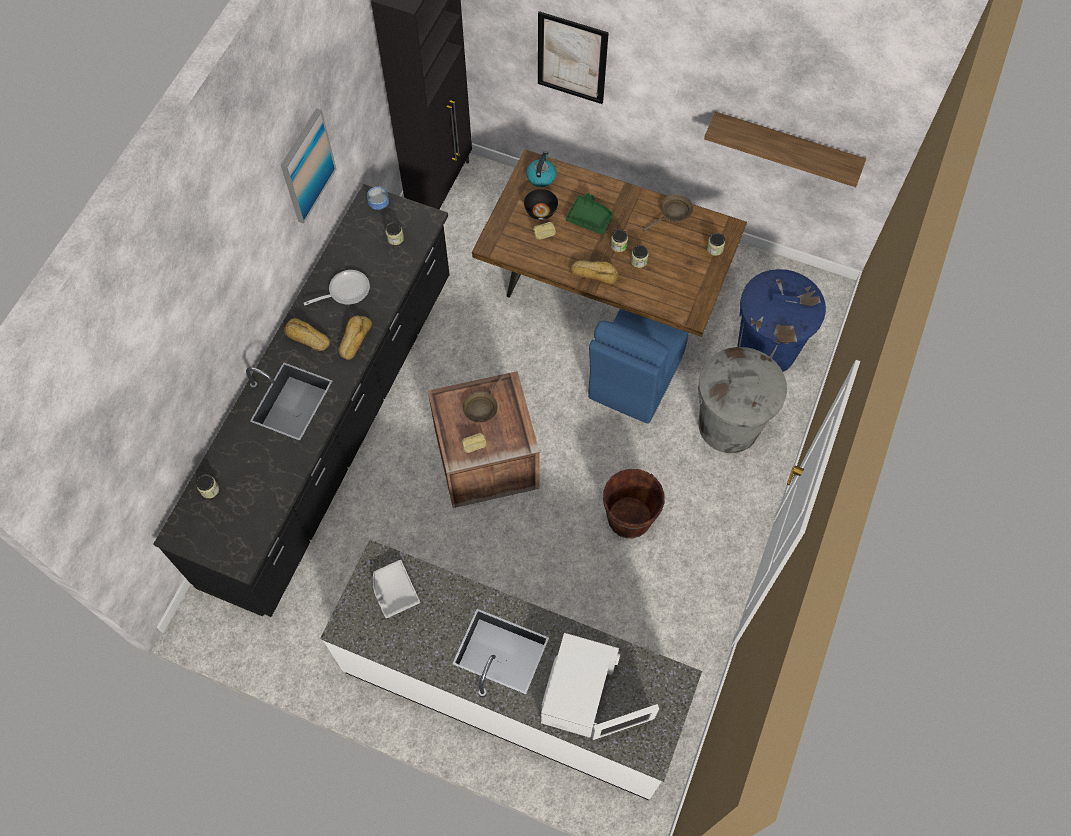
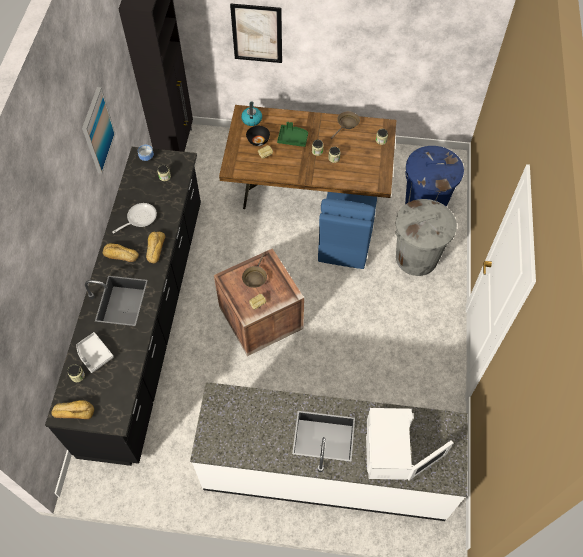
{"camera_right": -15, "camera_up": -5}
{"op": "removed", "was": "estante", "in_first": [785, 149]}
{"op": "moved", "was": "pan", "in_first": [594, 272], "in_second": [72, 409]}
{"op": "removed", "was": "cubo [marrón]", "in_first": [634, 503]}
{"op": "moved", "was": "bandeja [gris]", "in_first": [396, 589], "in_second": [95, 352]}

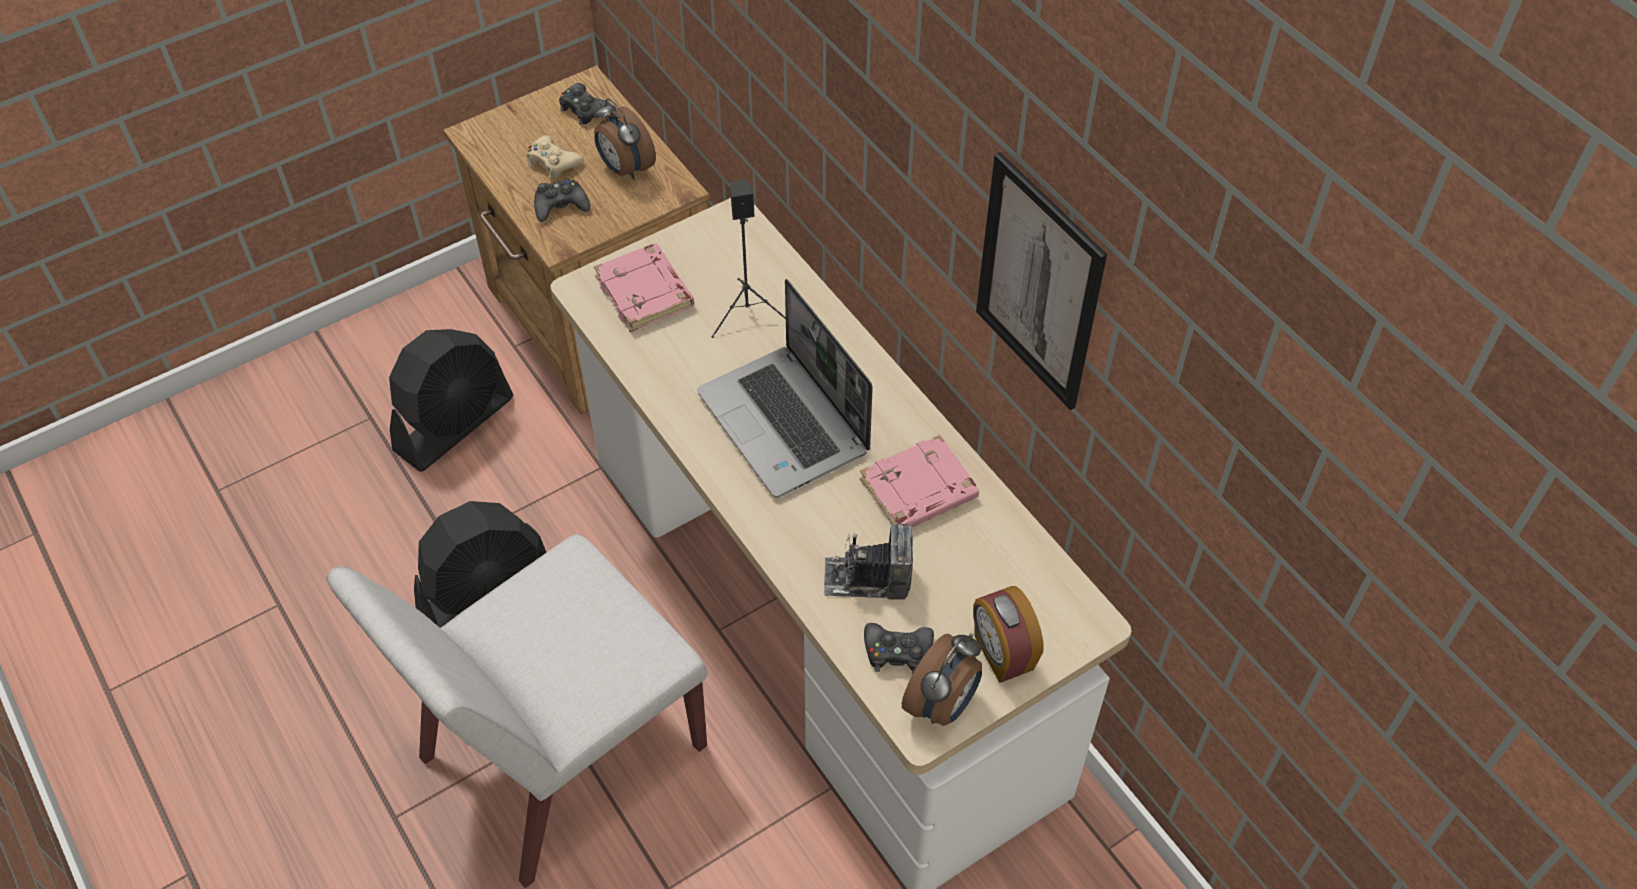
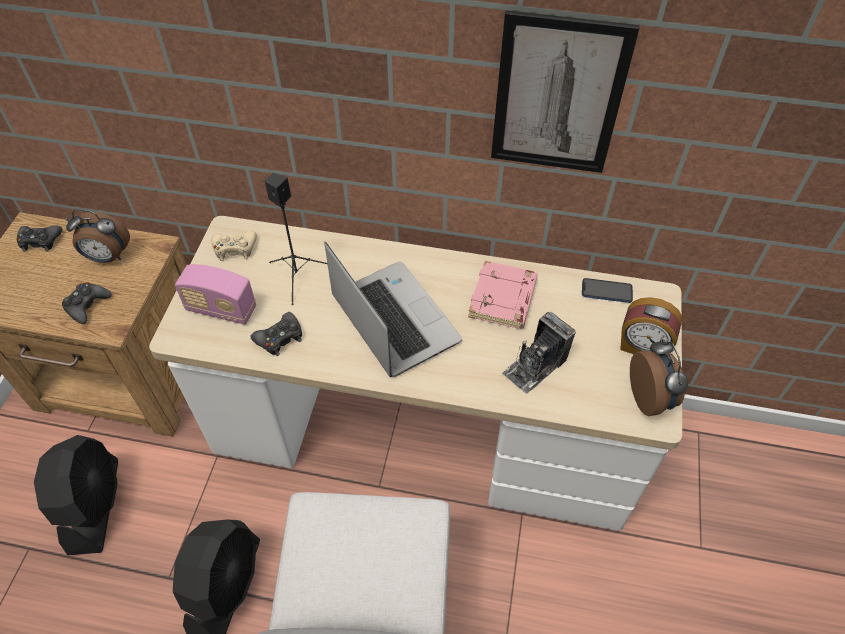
{"camera_right": -45, "camera_up": 0}
{"op": "moved", "was": "mando de consola [beis]", "in_first": [554, 157], "in_second": [234, 246]}
{"op": "replaced", "was": "libro [rosa]", "now": "radio", "in_first": [644, 288], "in_second": [215, 294]}
{"op": "turned", "was": "portátil", "in_first": [785, 388], "in_second": [393, 309], "clockwise": -135}
{"op": "moved", "was": "mando de consola [negro]", "in_first": [899, 648], "in_second": [276, 334]}
{"op": "added", "now": "móvil", "in_second": [607, 290]}

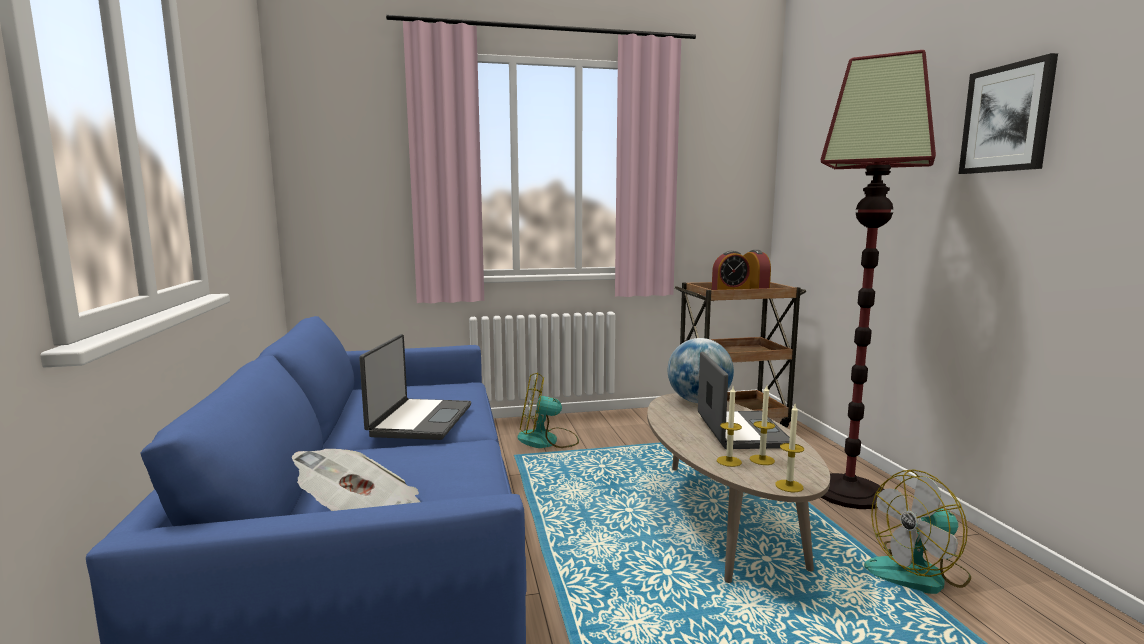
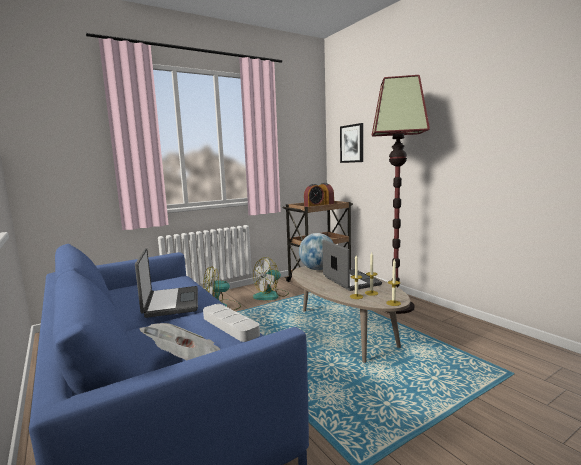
{"camera_right": -20, "camera_up": 0}
{"op": "moved", "was": "cuadro", "in_first": [1008, 113], "in_second": [351, 143]}
{"op": "moved", "was": "ventilador", "in_first": [917, 531], "in_second": [271, 278]}
{"op": "added", "now": "bandeja [gris]", "in_second": [231, 323]}

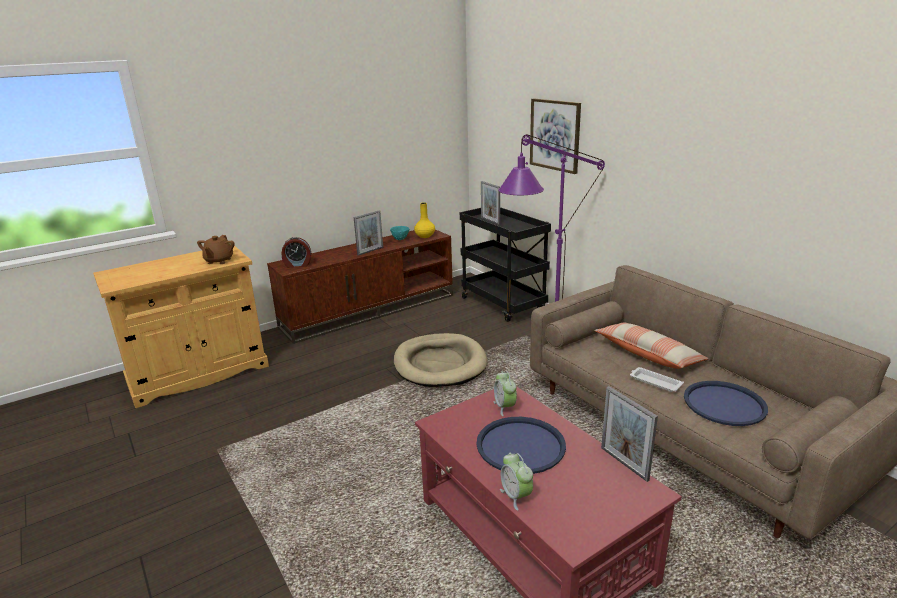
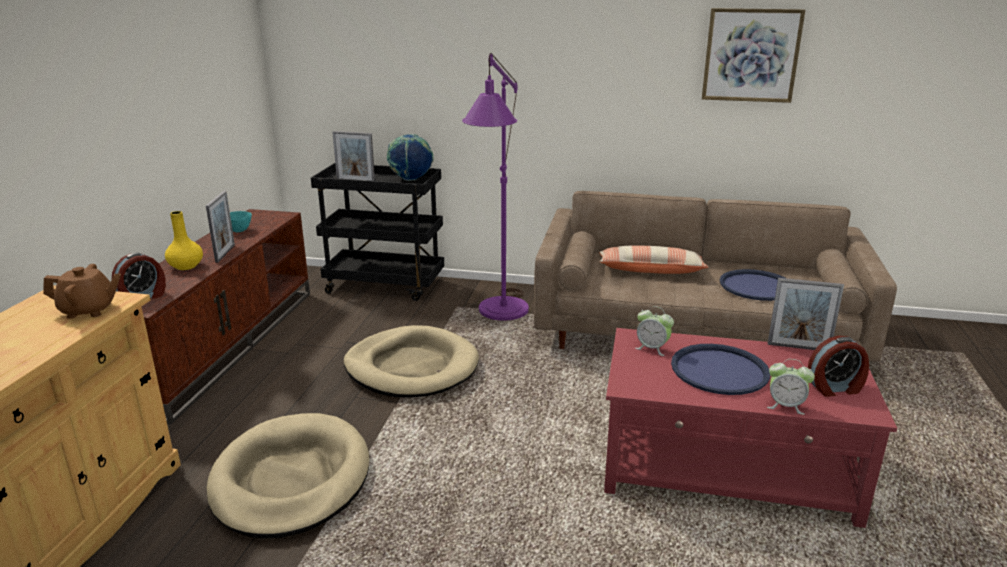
{"camera_right": -45, "camera_up": 0}
{"op": "moved", "was": "cuadro", "in_first": [555, 136], "in_second": [753, 55]}
{"op": "moved", "was": "florero [amarillo]", "in_first": [424, 220], "in_second": [184, 240]}
{"op": "turned", "was": "tetera [marrón]", "in_first": [216, 249], "in_second": [82, 291], "clockwise": -60}
{"op": "removed", "was": "bandeja [blanco]", "in_first": [657, 379]}
{"op": "added", "now": "globo terráqueo", "in_second": [410, 157]}
{"op": "added", "now": "despertador", "in_second": [838, 366]}
{"op": "added", "now": "cama para perro [beis]", "in_second": [288, 476]}

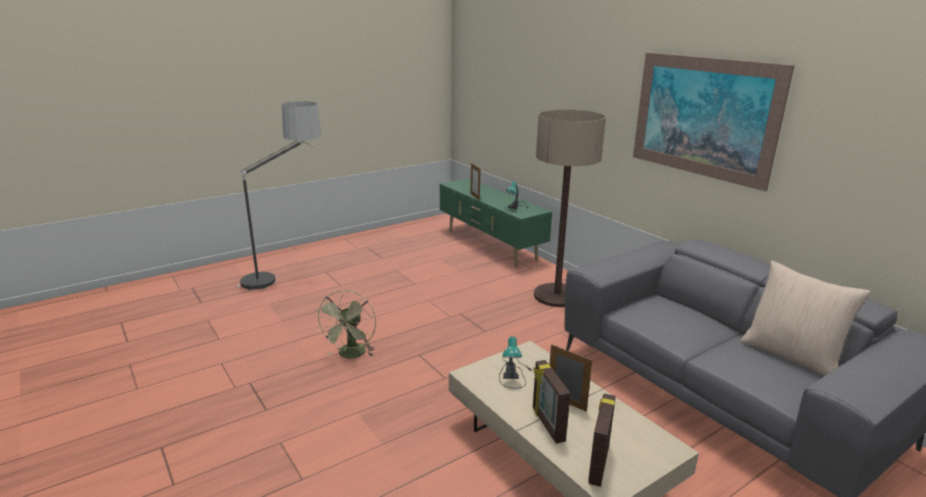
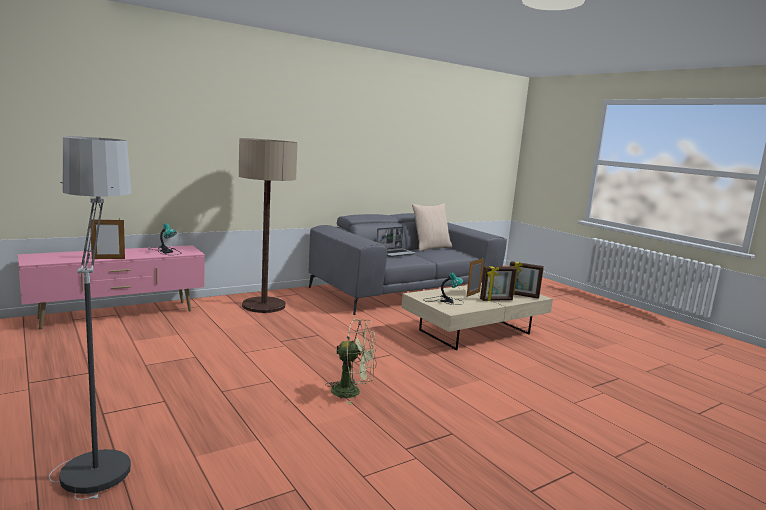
{"camera_right": -90, "camera_up": -10}
{"op": "removed", "was": "cuadro", "in_first": [714, 121]}
{"op": "recoloured", "was": "mueble de televisión [verde]", "now": "mueble de televisión [rosa]", "in_first": [496, 222], "in_second": [111, 287]}
{"op": "added", "now": "portátil", "in_second": [396, 242]}

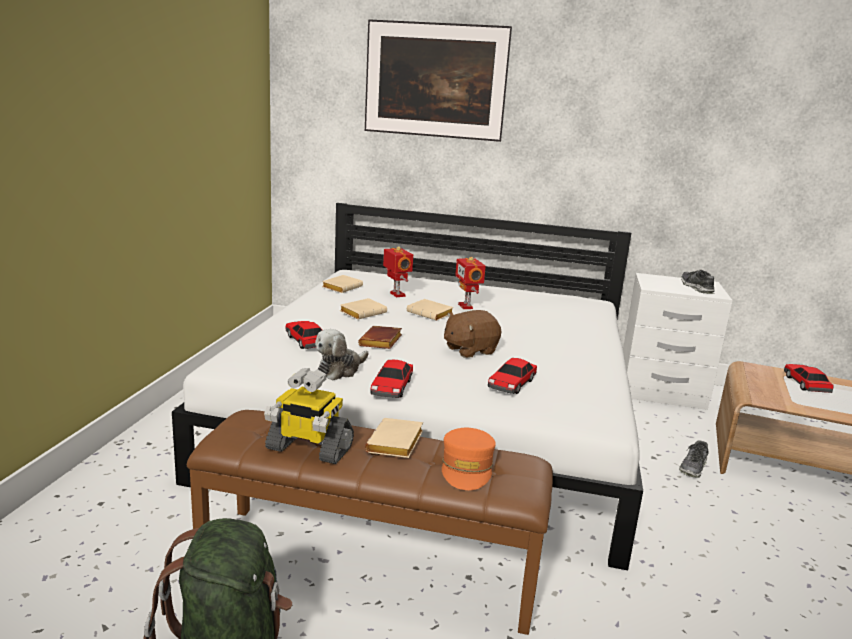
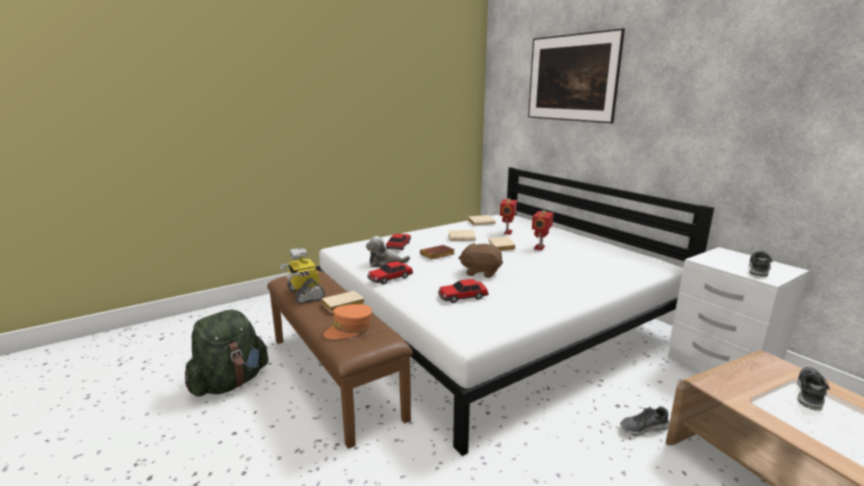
{"camera_right": 45, "camera_up": 0}
{"op": "replaced", "was": "coche de juguete", "now": "zapato", "in_first": [809, 378], "in_second": [813, 389]}

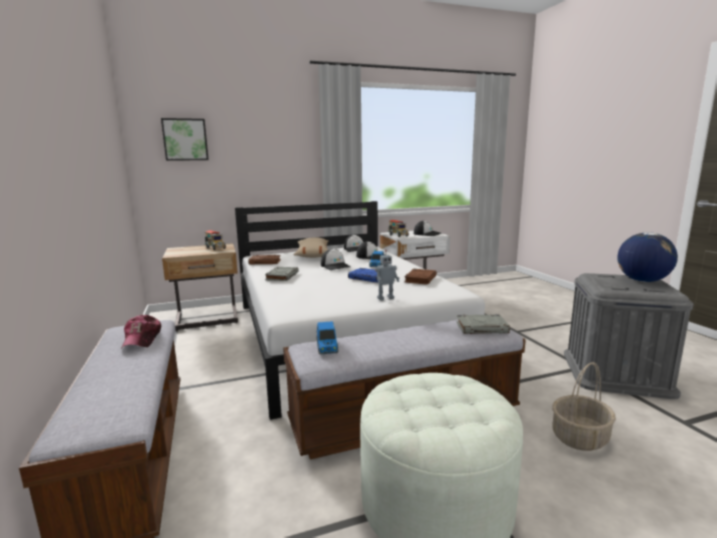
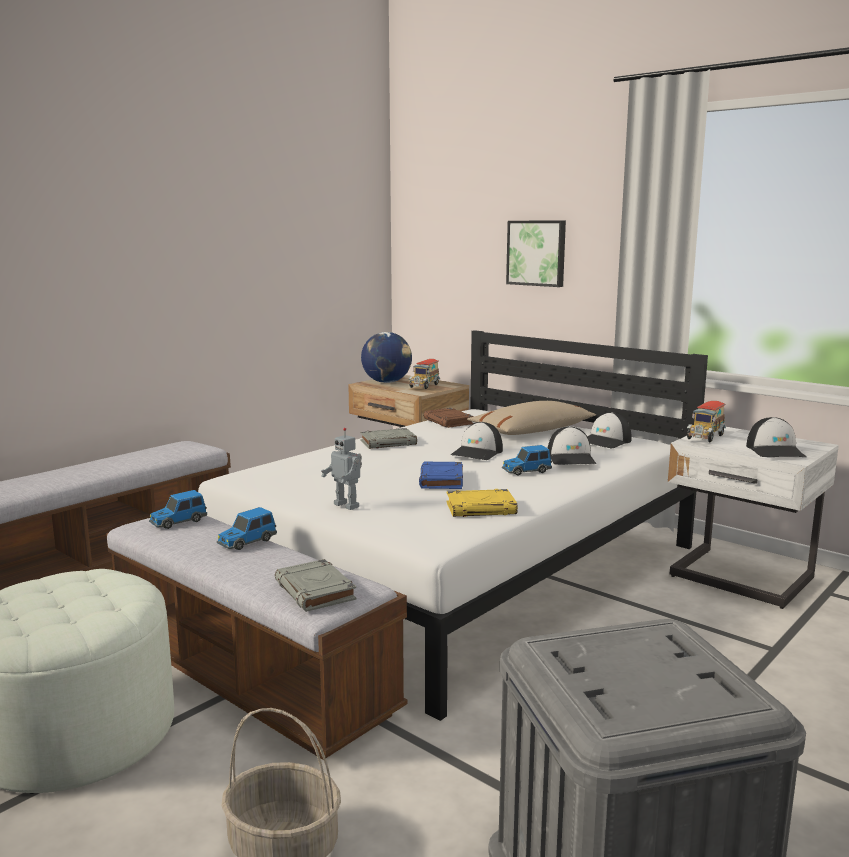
{"camera_right": 60, "camera_up": 0}
{"op": "moved", "was": "cuadro", "in_first": [185, 139], "in_second": [536, 254]}
{"op": "moved", "was": "globo terráqueo", "in_first": [647, 257], "in_second": [386, 357]}
{"op": "recoloured", "was": "libro [marrón]", "now": "libro [amarillo]", "in_first": [420, 277], "in_second": [482, 503]}
{"op": "removed", "was": "gorra", "in_first": [141, 331]}
{"op": "added", "now": "coche de juguete", "in_second": [247, 528]}

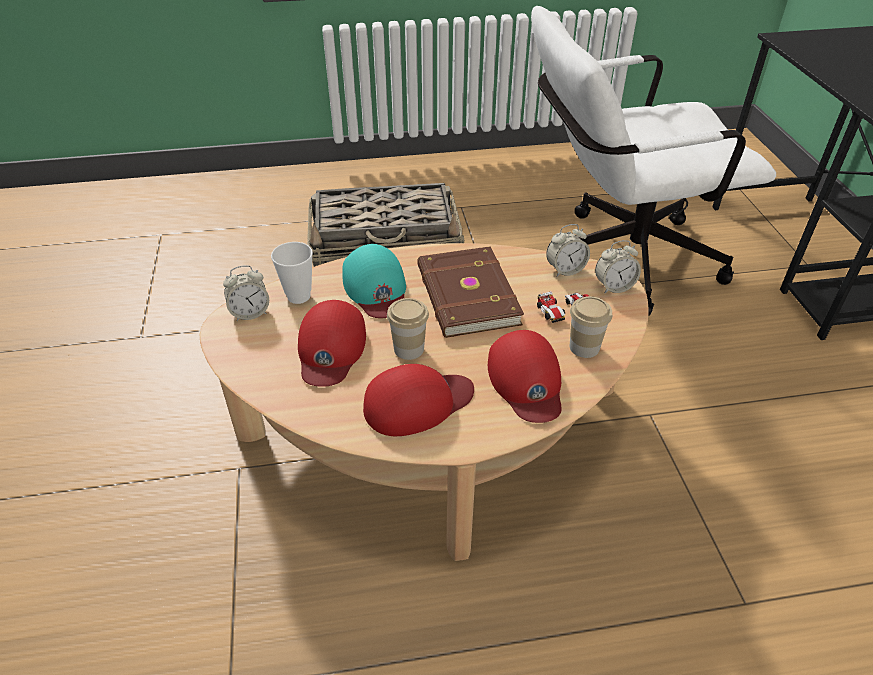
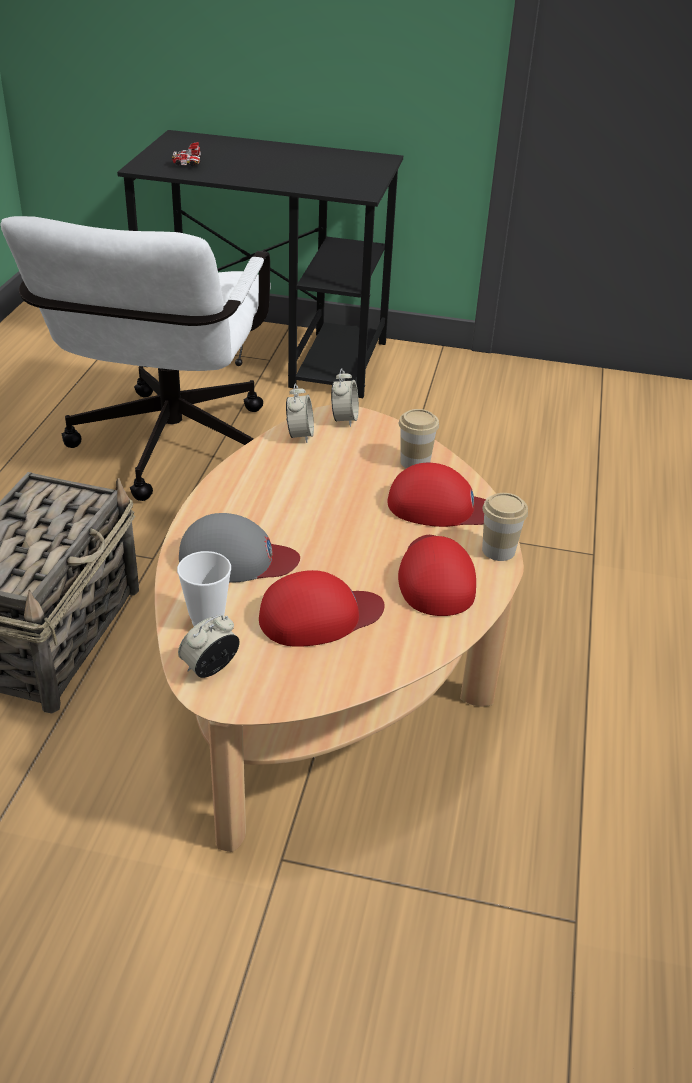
{"camera_right": -70, "camera_up": -5}
{"op": "recoloured", "was": "gorra [turquesa]", "now": "gorra [gris]", "in_first": [374, 281], "in_second": [239, 547]}
{"op": "removed", "was": "libro [marrón]", "in_first": [470, 292]}
{"op": "turned", "was": "despertador", "in_first": [246, 293], "in_second": [209, 646], "clockwise": -135}
{"op": "moved", "was": "coche de juguete", "in_first": [563, 307], "in_second": [186, 154]}
{"op": "moved", "was": "taza", "in_first": [408, 329], "in_second": [505, 527]}
{"op": "turned", "was": "gorra [rojo]", "in_first": [332, 343], "in_second": [322, 608], "clockwise": -45}

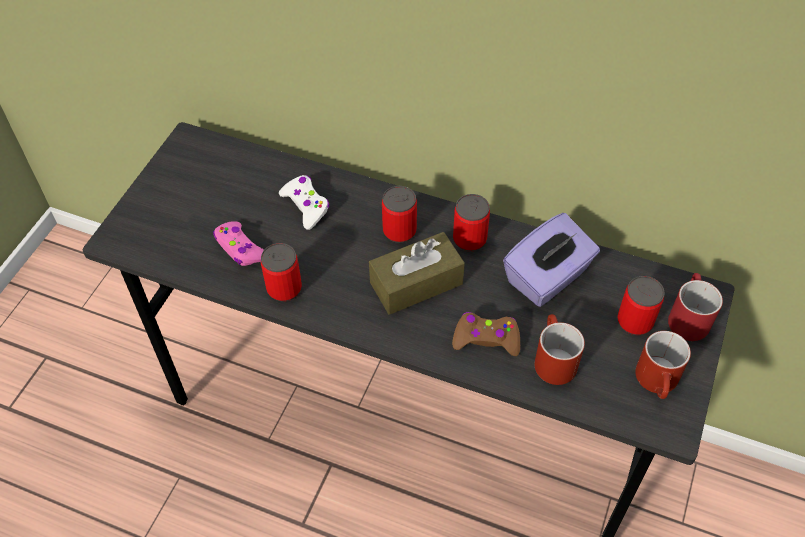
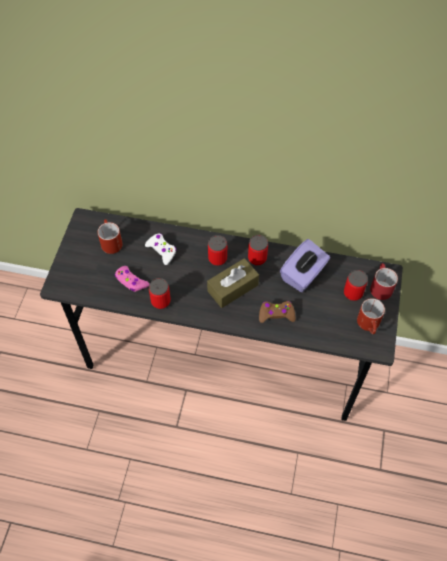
{"camera_right": -10, "camera_up": 5}
{"op": "moved", "was": "taza grande [rojo]", "in_first": [559, 349], "in_second": [110, 236]}

